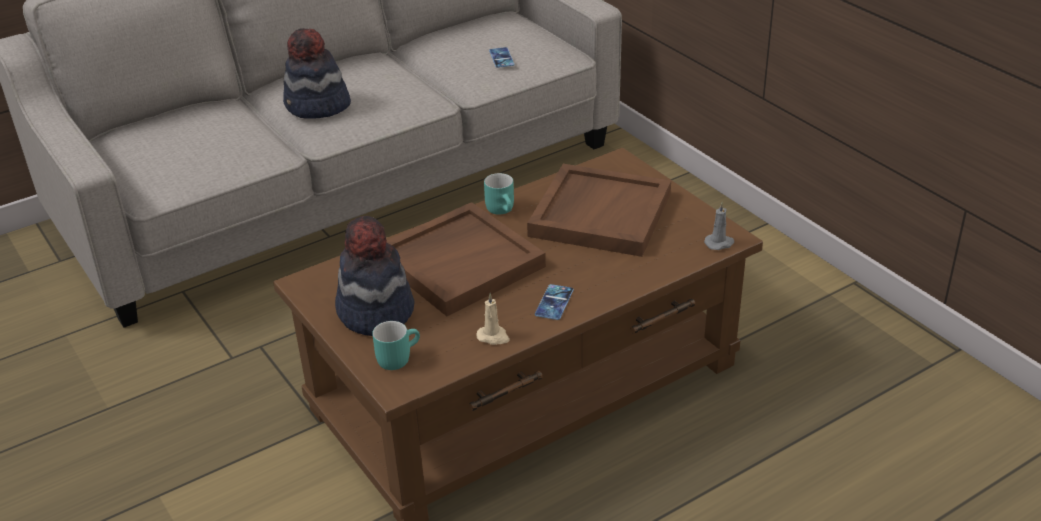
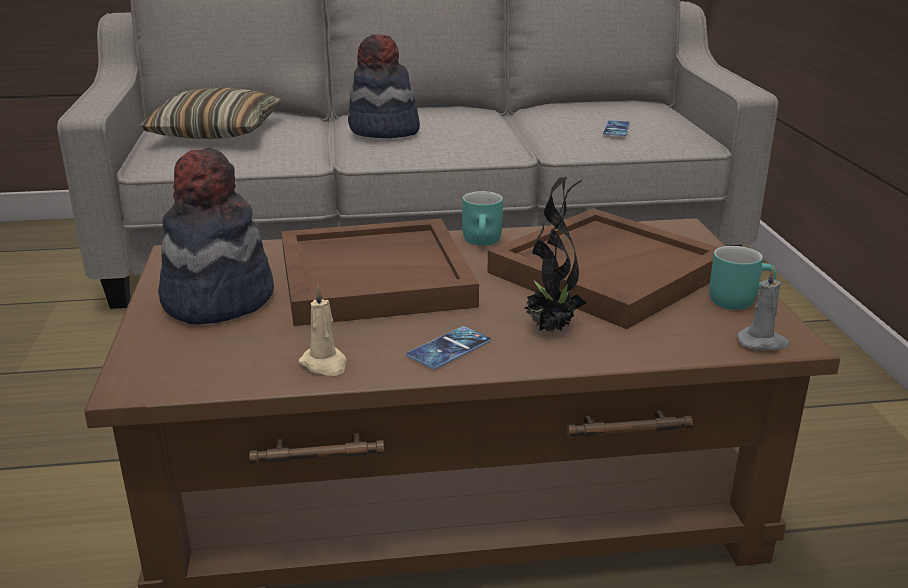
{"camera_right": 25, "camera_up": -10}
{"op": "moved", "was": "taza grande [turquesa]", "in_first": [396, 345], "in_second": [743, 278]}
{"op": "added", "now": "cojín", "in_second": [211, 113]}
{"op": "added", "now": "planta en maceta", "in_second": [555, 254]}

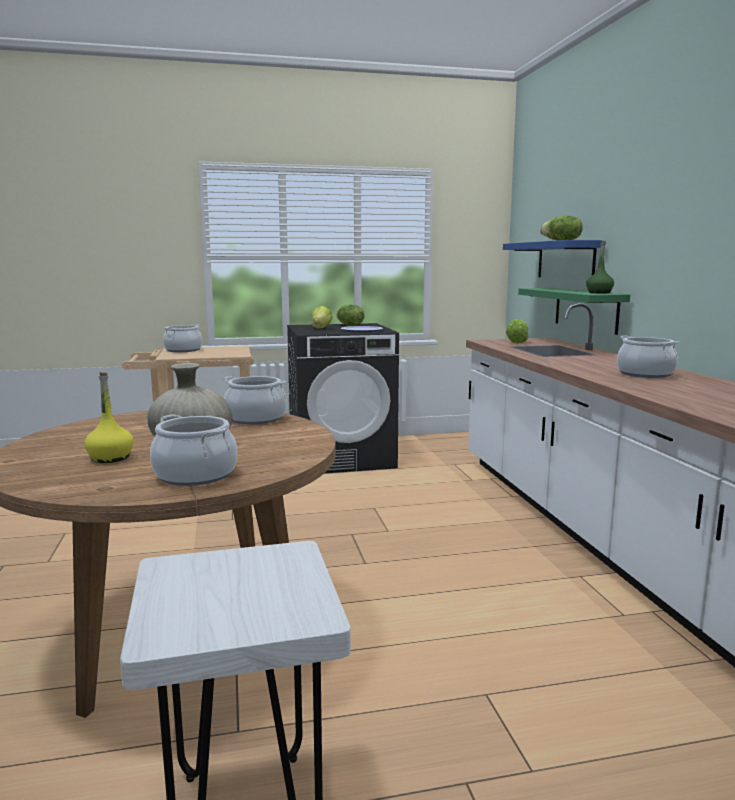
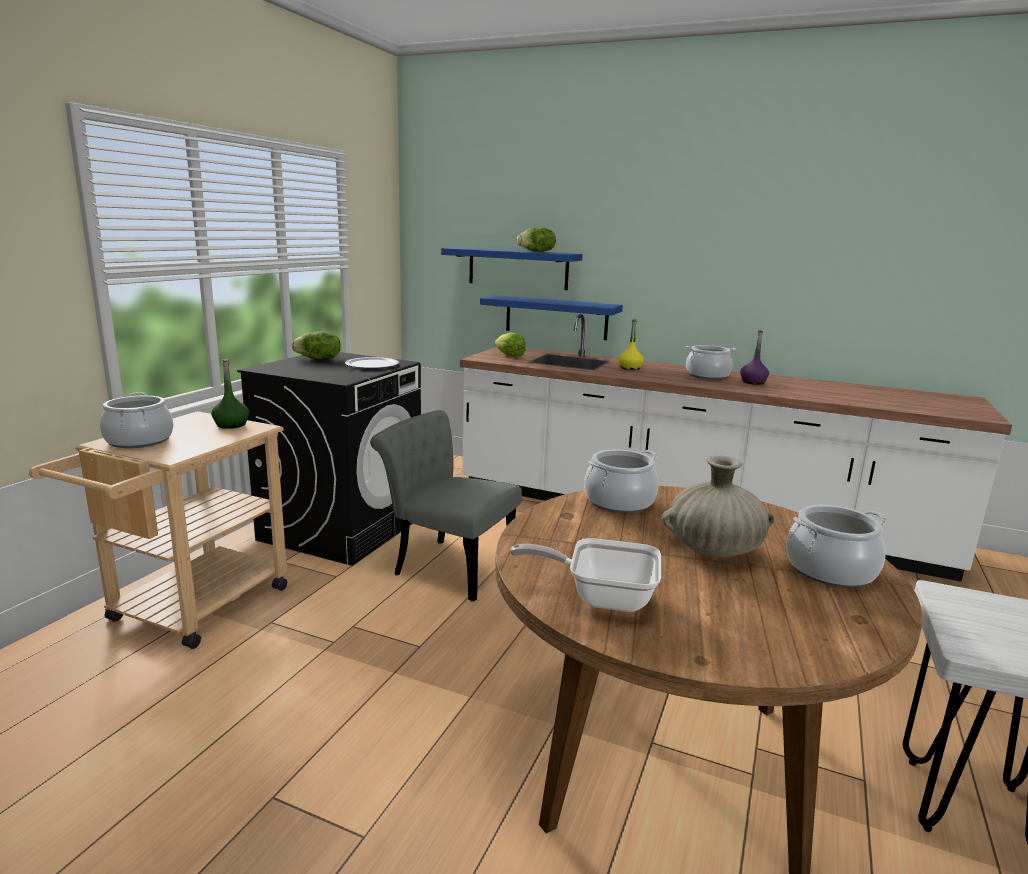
{"camera_right": -55, "camera_up": 5}
{"op": "moved", "was": "botella [verde]", "in_first": [600, 267], "in_second": [230, 394]}
{"op": "recoloured", "was": "estante [verde]", "now": "estante [azul]", "in_first": [574, 311], "in_second": [551, 317]}
{"op": "removed", "was": "lechuga", "in_first": [321, 317]}
{"op": "moved", "was": "botella [amarillo]", "in_first": [109, 417], "in_second": [631, 344]}
{"op": "added", "now": "botella [morado]", "in_second": [754, 357]}
{"op": "added", "now": "silla [gris]", "in_second": [446, 505]}
{"op": "added", "now": "sartén", "in_second": [585, 575]}

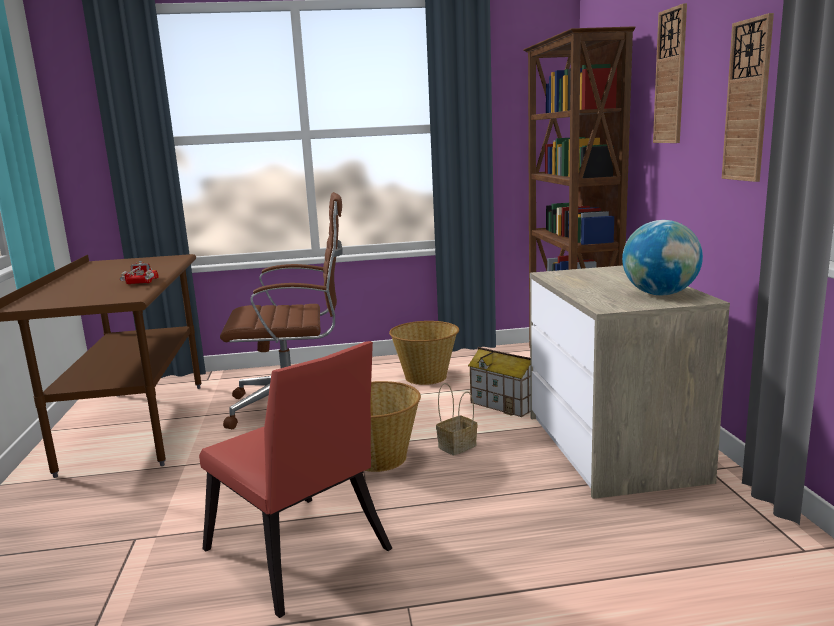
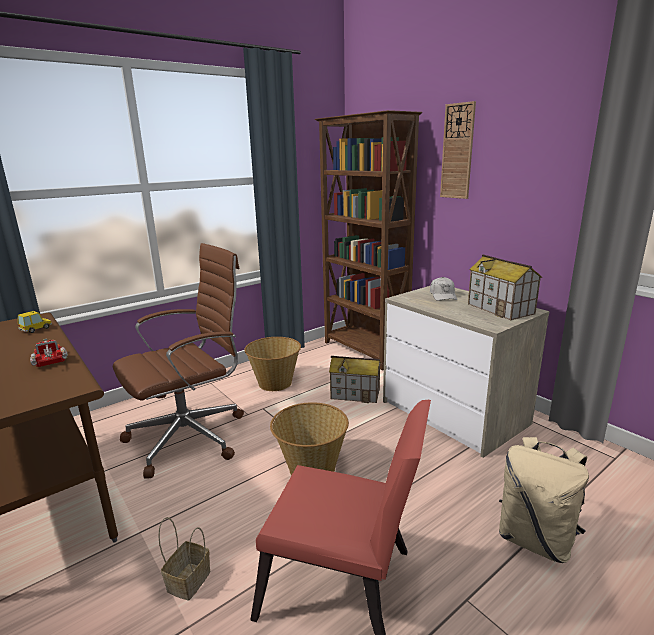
{"camera_right": -30, "camera_up": 5}
{"op": "removed", "was": "reloj de pared", "in_first": [748, 97]}
{"op": "replaced", "was": "globo terráqueo", "now": "casita", "in_first": [662, 257], "in_second": [505, 287]}
{"op": "moved", "was": "cesta", "in_first": [457, 419], "in_second": [184, 559]}
{"op": "added", "now": "gorra [blanco]", "in_second": [443, 289]}
{"op": "added", "now": "coche de juguete", "in_second": [35, 322]}
{"op": "added", "now": "mochila [beis]", "in_second": [544, 500]}

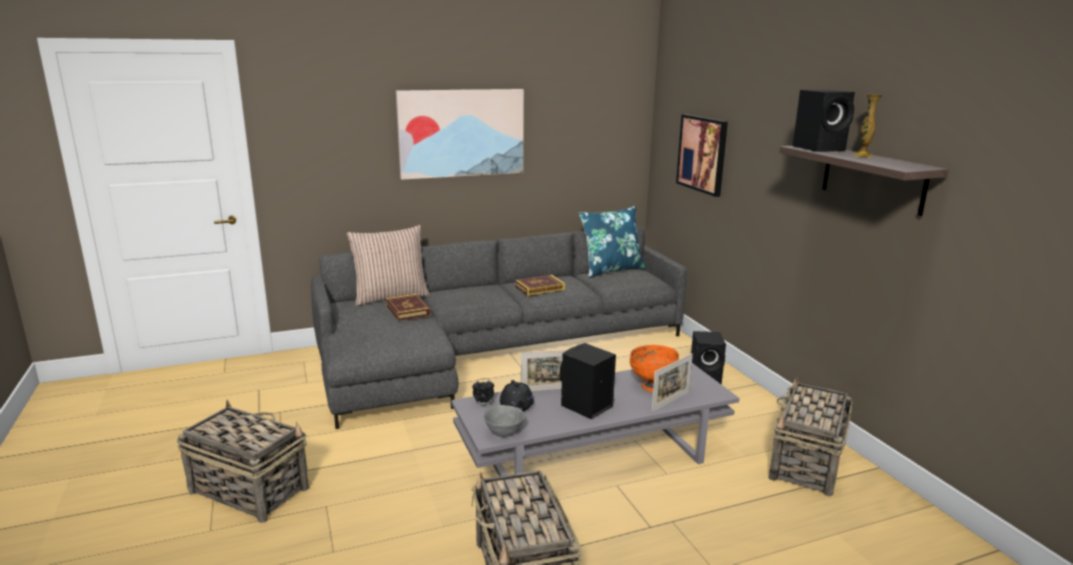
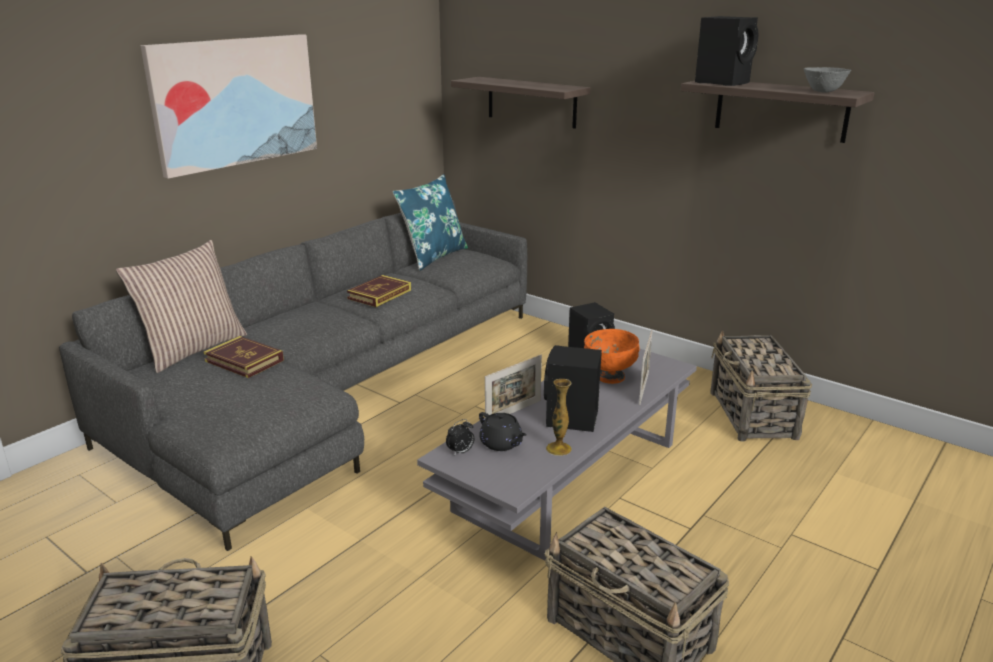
{"camera_right": -30, "camera_up": 5}
{"op": "moved", "was": "florero", "in_first": [867, 125], "in_second": [559, 417]}
{"op": "replaced", "was": "cuadro", "now": "estante", "in_first": [702, 155], "in_second": [521, 103]}
{"op": "moved", "was": "cuenco [gris]", "in_first": [504, 421], "in_second": [827, 80]}

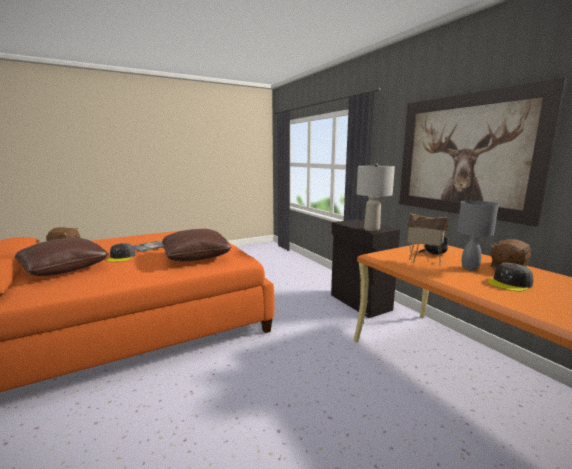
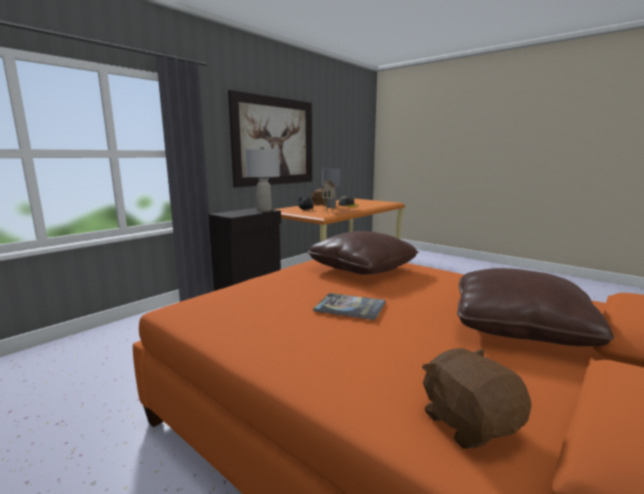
{"camera_right": -110, "camera_up": 0}
{"op": "removed", "was": "gorra [gris]", "in_first": [121, 252]}

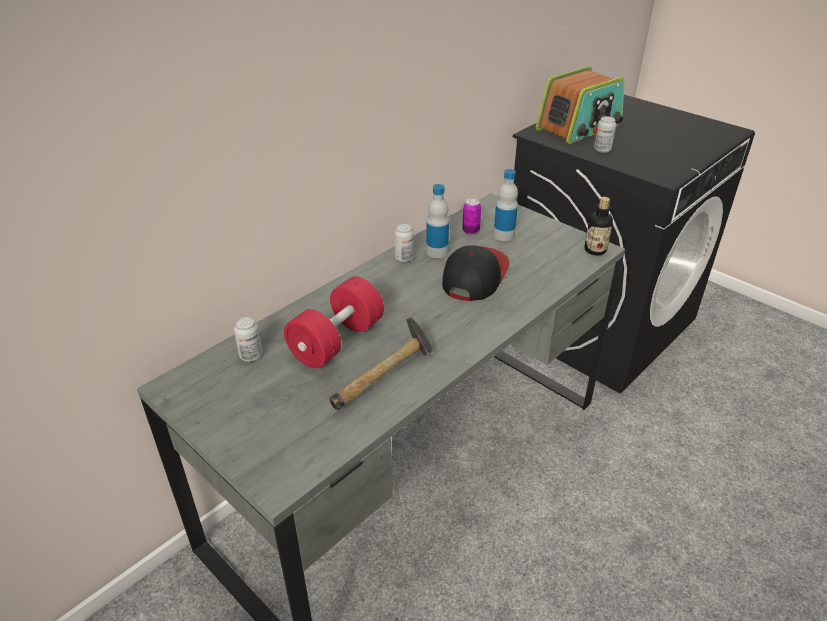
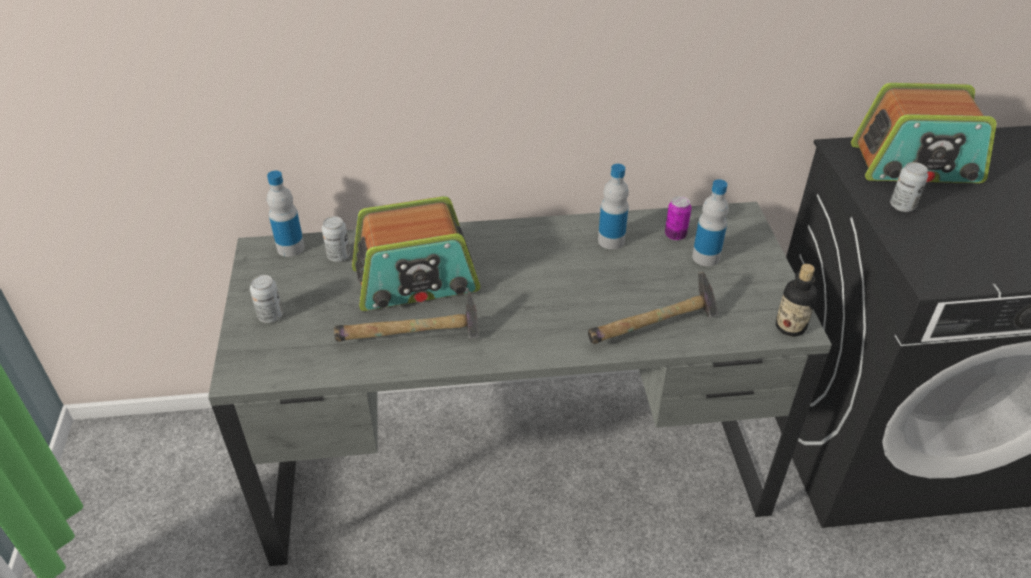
{"camera_right": 40, "camera_up": 5}
{"op": "moved", "was": "lata", "in_first": [404, 243], "in_second": [266, 299]}
{"op": "removed", "was": "gorra", "in_first": [475, 273]}
{"op": "replaced", "was": "mancuerna [rojo]", "now": "radio", "in_first": [334, 322], "in_second": [416, 253]}
{"op": "added", "now": "botella", "in_second": [286, 214]}
{"op": "added", "now": "martillo", "in_second": [653, 308]}

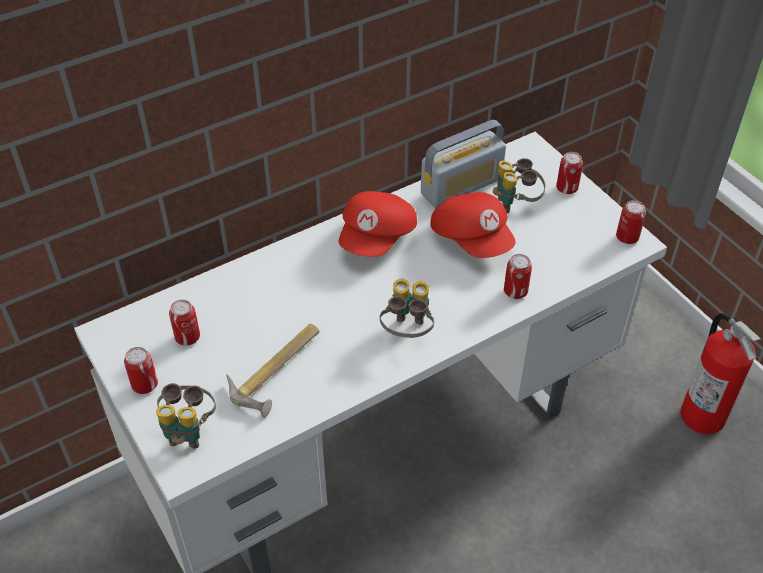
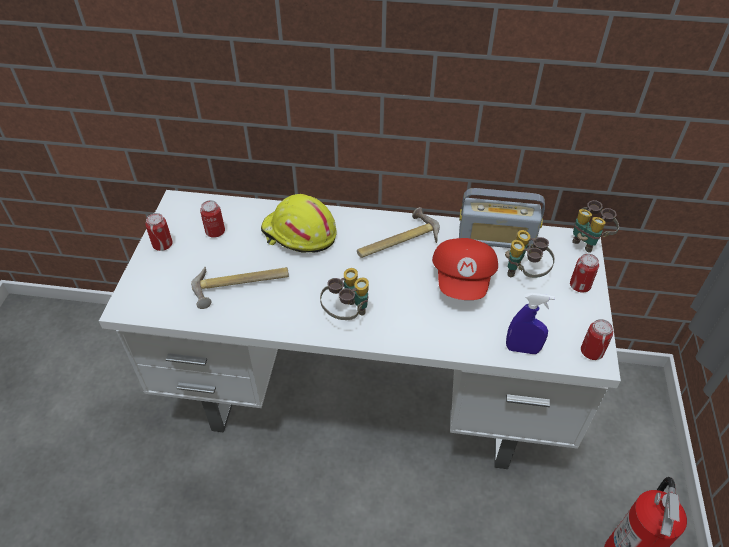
{"camera_right": 40, "camera_up": 0}
{"op": "replaced", "was": "gorra [rojo]", "now": "martillo", "in_first": [378, 224], "in_second": [398, 232]}
{"op": "removed", "was": "lata", "in_first": [518, 276]}
{"op": "moved", "was": "prismáticos", "in_first": [186, 416], "in_second": [595, 226]}
{"op": "added", "now": "casco [amarillo]", "in_second": [299, 223]}
{"op": "added", "now": "pulverizador [azul]", "in_second": [530, 323]}

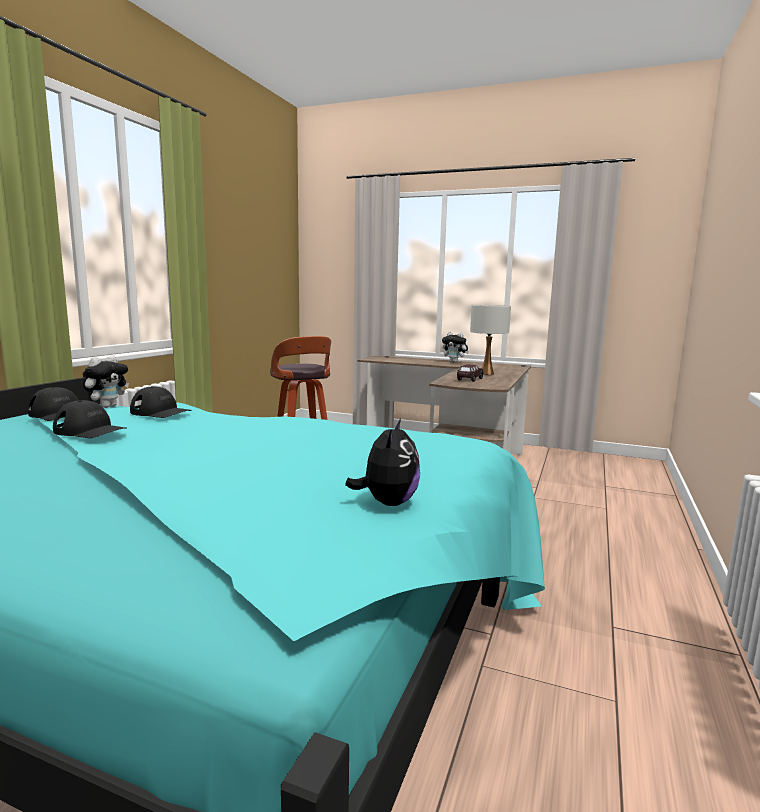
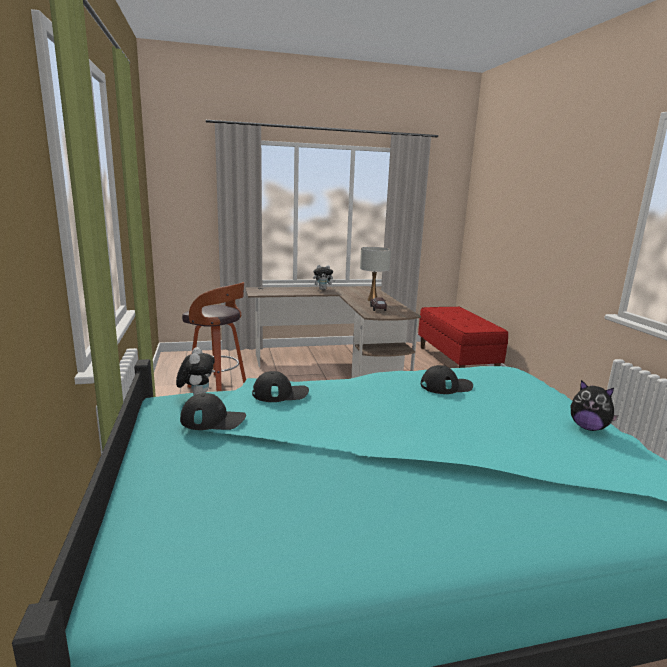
{"camera_right": -35, "camera_up": 5}
{"op": "moved", "was": "gorra [negro]", "in_first": [90, 419], "in_second": [446, 379]}
{"op": "turned", "was": "peluche", "in_first": [382, 462], "in_second": [595, 405], "clockwise": 150}
{"op": "added", "now": "banco [rojo]", "in_second": [463, 337]}

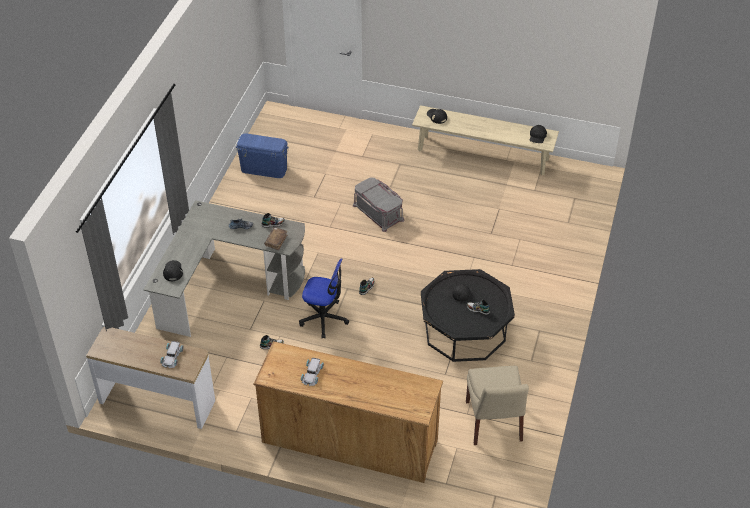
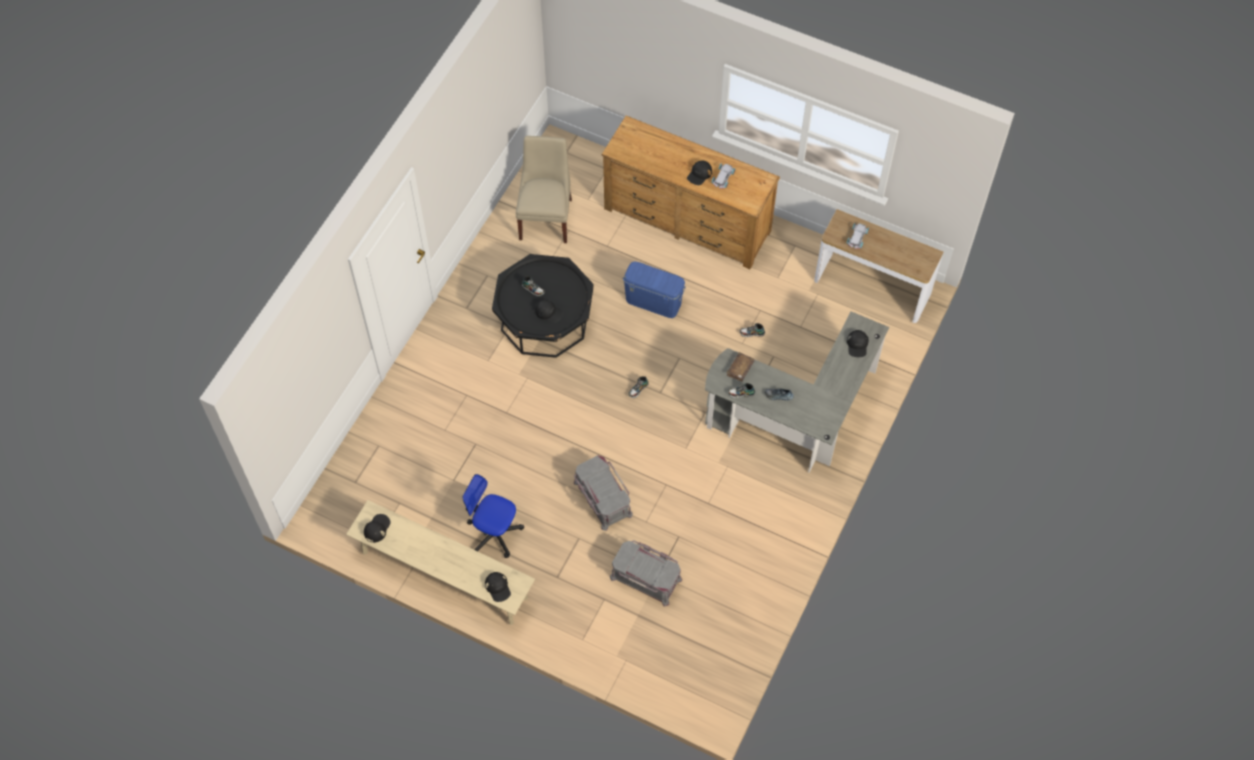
{"camera_right": -170, "camera_up": 15}
{"op": "moved", "was": "caja de almacenaje [azul]", "in_first": [262, 156], "in_second": [654, 289]}
{"op": "moved", "was": "silla de oficina", "in_first": [324, 298], "in_second": [493, 516]}
{"op": "added", "now": "gorra [negro]", "in_second": [699, 173]}
{"op": "added", "now": "caja de almacenaje [gris]", "in_second": [646, 573]}

